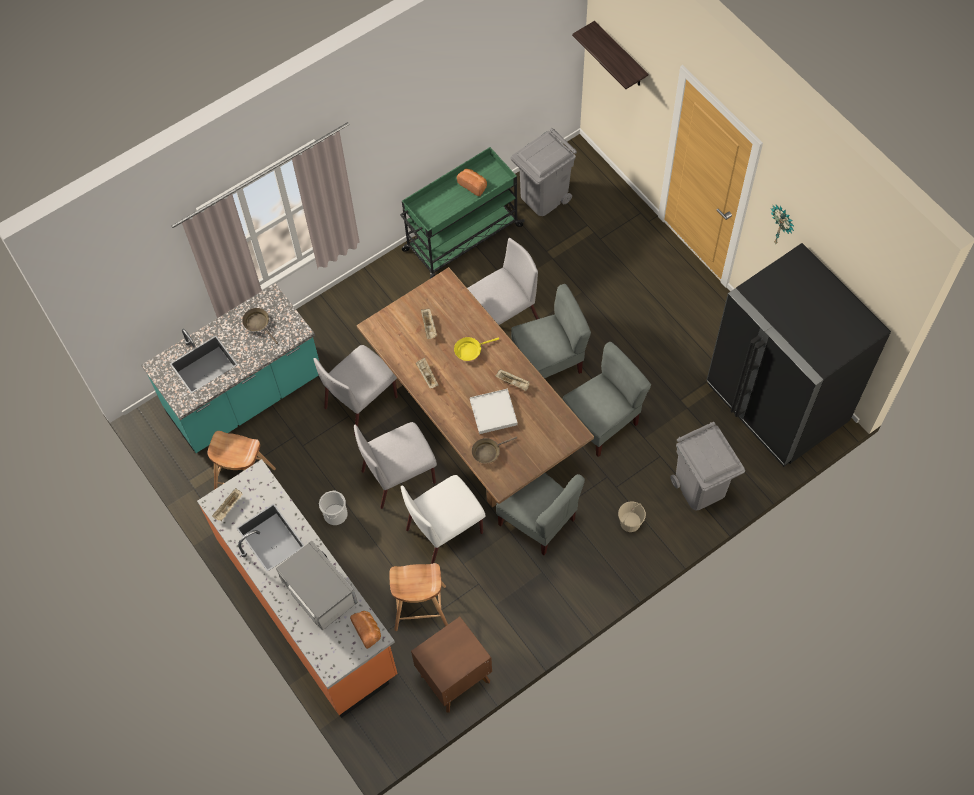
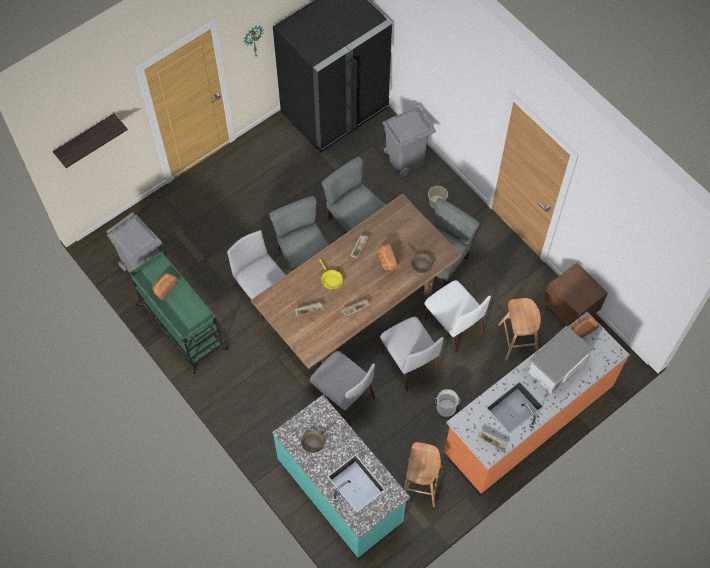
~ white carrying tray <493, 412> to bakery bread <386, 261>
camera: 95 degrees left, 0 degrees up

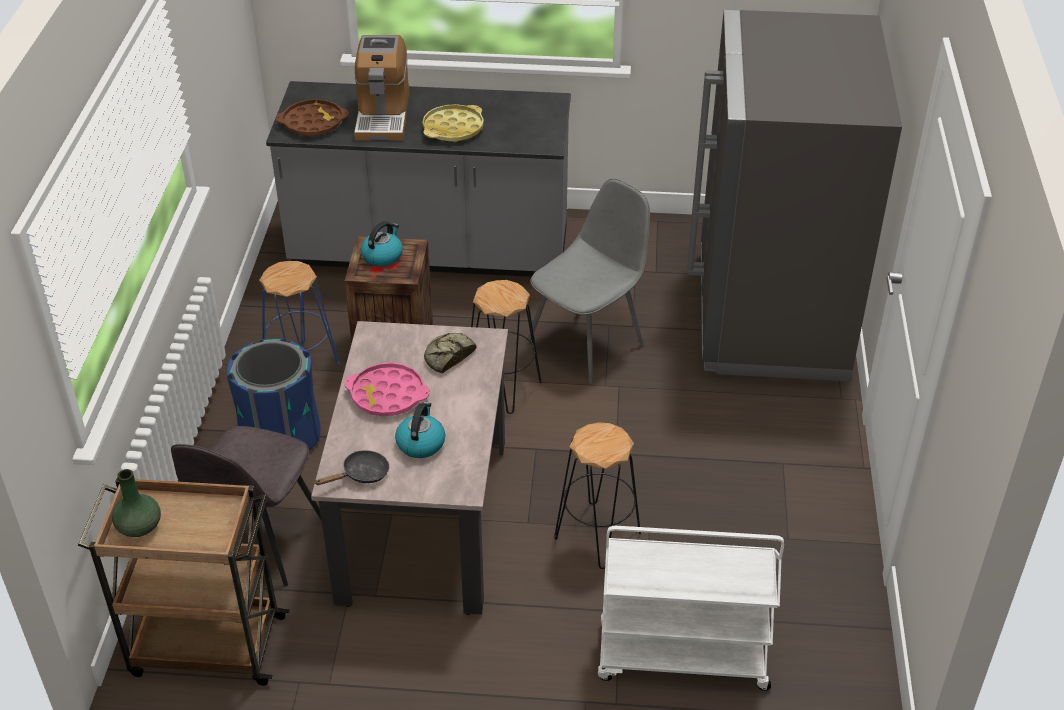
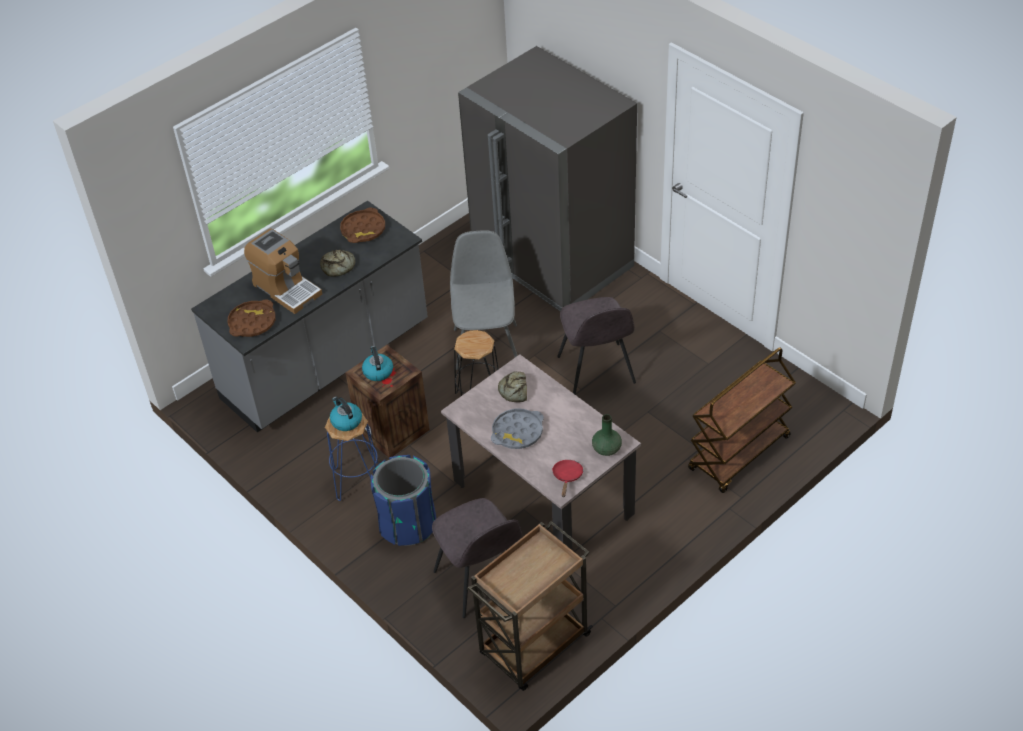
~ yellowish carrying tray <453, 128> to bakery bread <338, 267>
~ tea kettle <420, 443> to <346, 421>
+ brownish carrying tray <363, 229>
~ pinkish carrying tray <387, 395> to greyish carrying tray <517, 432>
~ black-coloured pan <361, 474> to red-coloured pan <567, 477>
+ greyish plain chair <596, 371>
~ greenish flower vase <140, 527> to <607, 448>
~ white trolley <681, 658> to brownish trolley <739, 454>
- black-coloured stool <598, 535>
camera: 45 degrees left, 5 degrees up

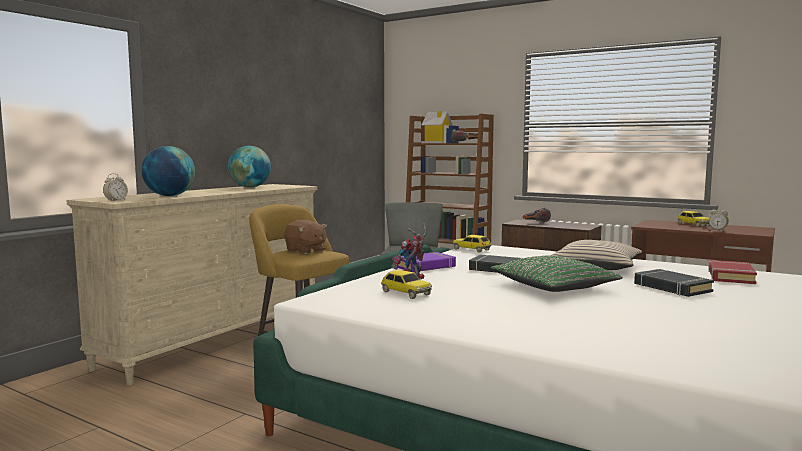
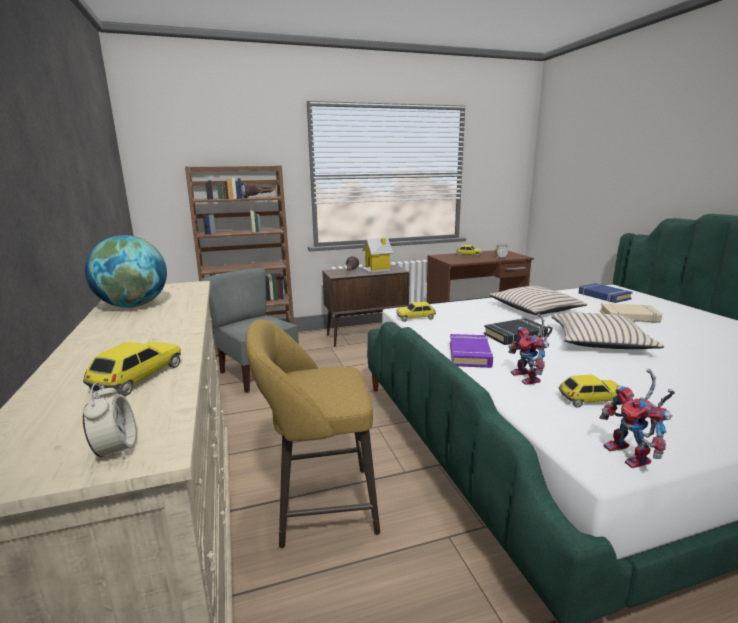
~ globe <169, 196> to model car <137, 378>
~ toy house <436, 143> to <377, 269>
~ greenish cushion <553, 286> to beige-coloured cushion <599, 341>
~ red-coloured book <730, 277> to blue-coloured book <603, 296>
~ black-coloured book <671, 288> to beige-coloured book <629, 317>
+ toy robot <632, 457>
- brownish soft toy <305, 251>
camera: 50 degrees left, 10 degrees up

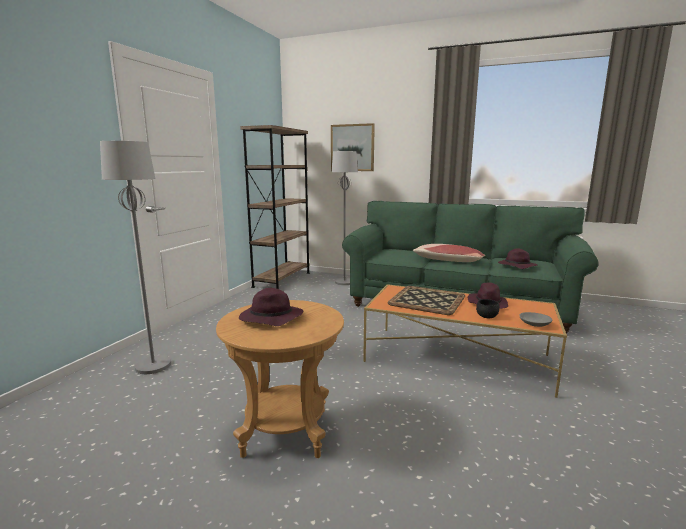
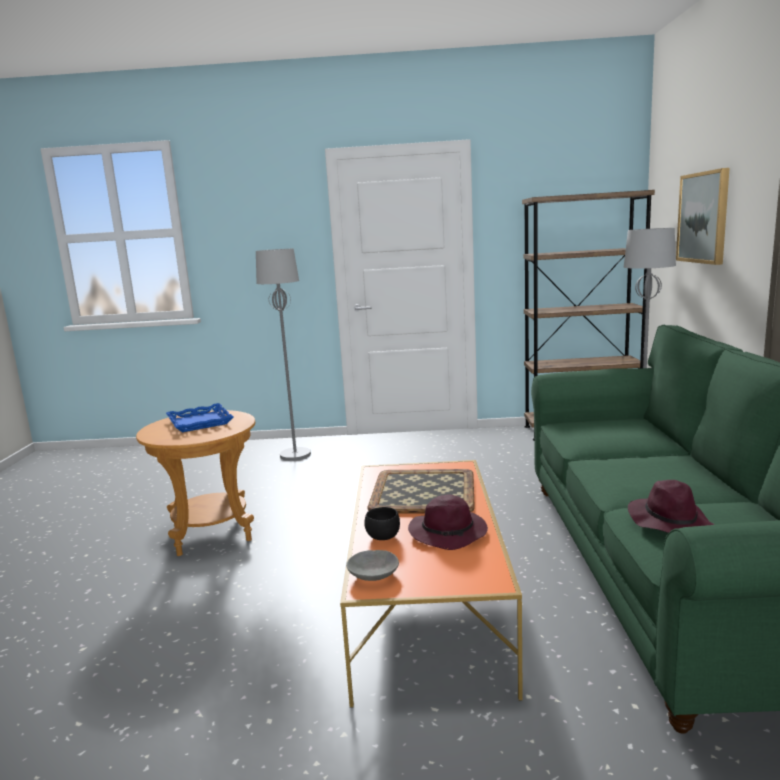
~ purplish wearable hat <270, 318> to blue-coloured carrying tray <199, 422>
- cushion <447, 261>
camera: 70 degrees right, 0 degrees up

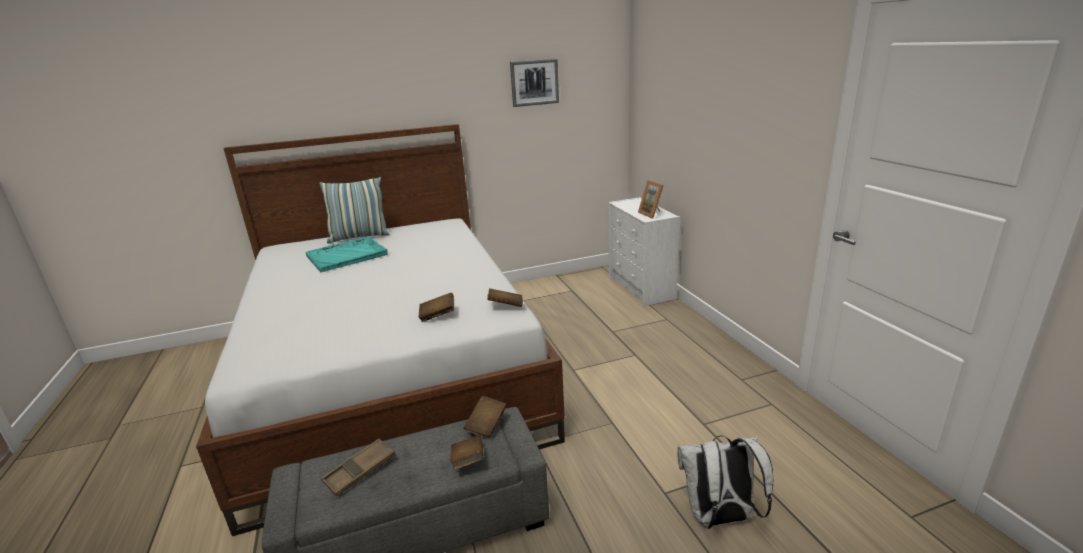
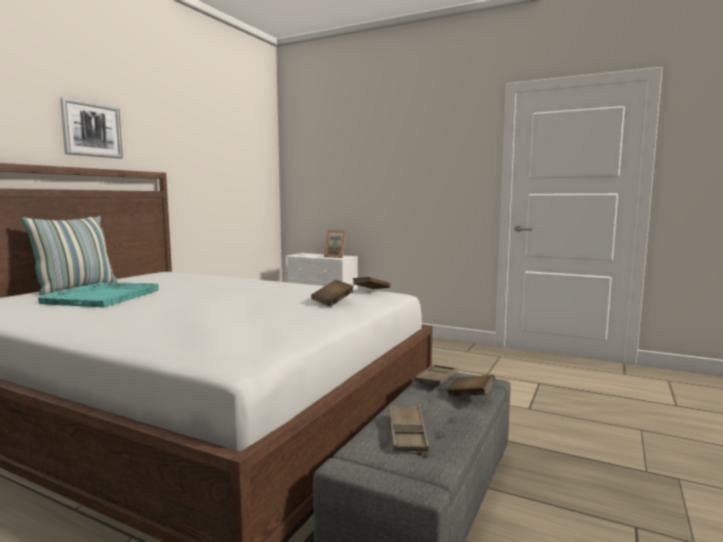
~ picture <534, 82> to <91, 130>
~ brownish book <486, 425> to brownish carrying tray <436, 379>
- white rucksack <719, 518>
camera: 45 degrees left, 15 degrees down

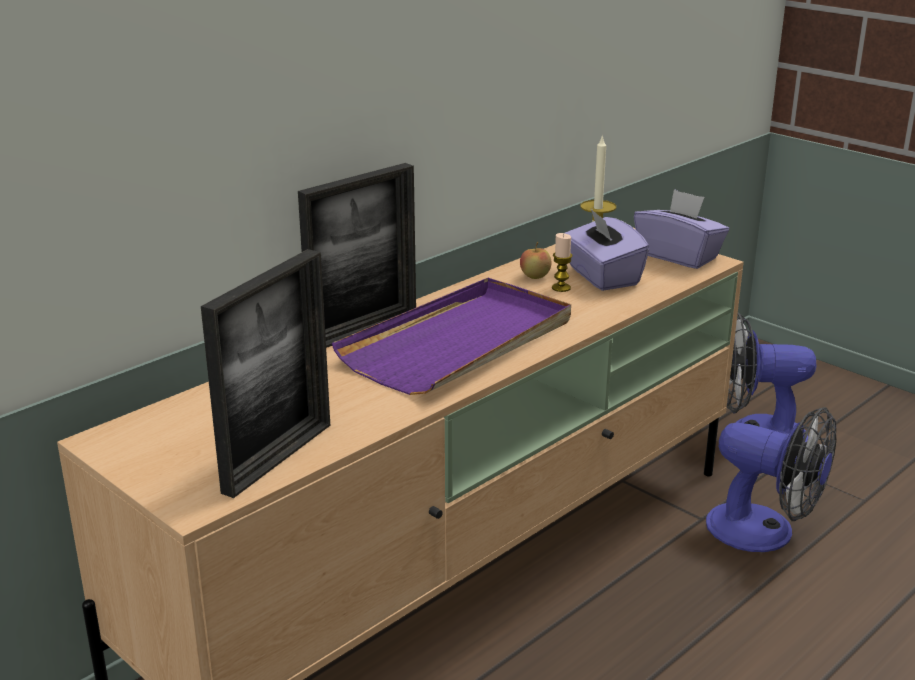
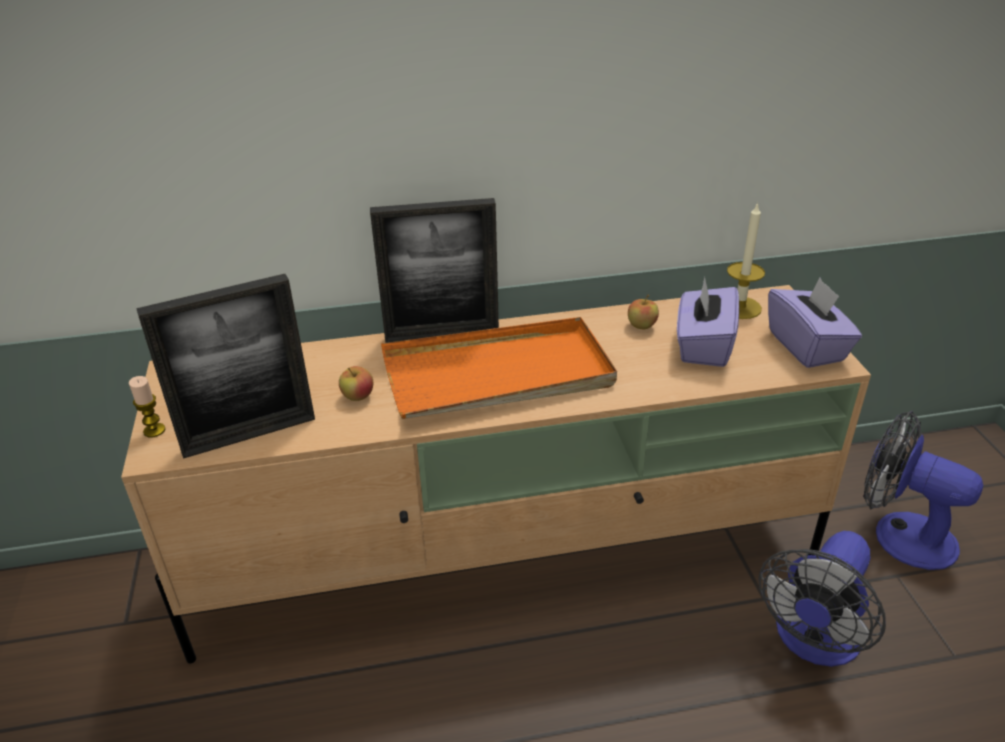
~ wax candle <561, 288> to <154, 430>
+ whole apple <358, 396>
~ purplish carrying tray <460, 343> to orangey carrying tray <498, 375>
~ electric fan <765, 532> = <813, 641> 60 degrees clockwise
camera: 35 degrees right, 10 degrees up

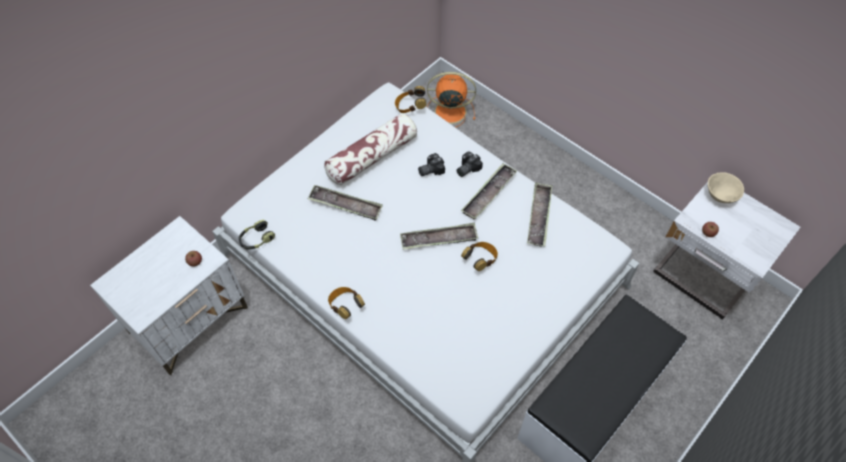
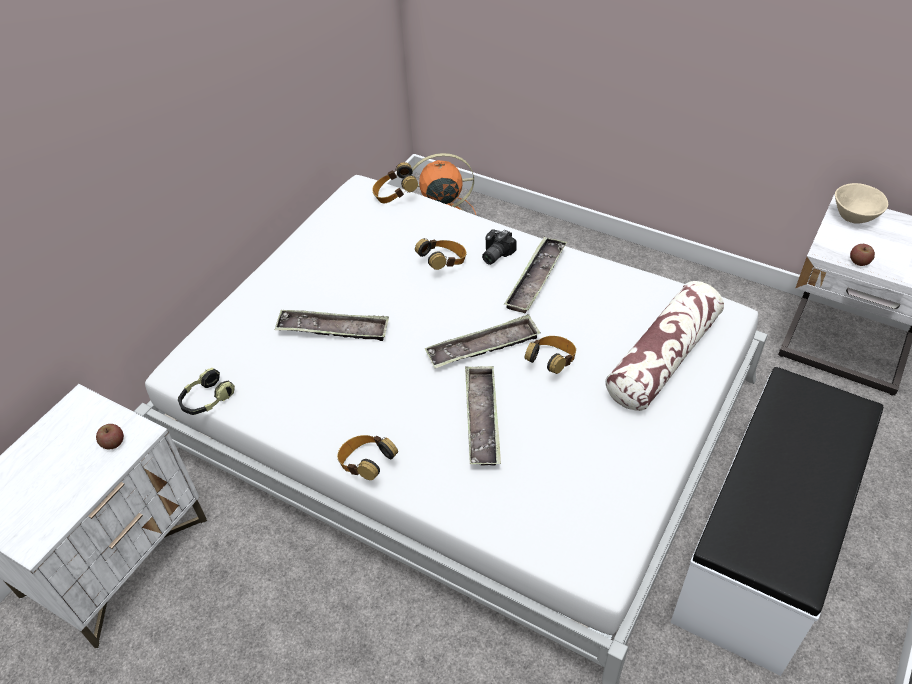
~ still camera <430, 169> to headset <444, 264>
~ carrying tray <539, 217> to <482, 419>
~ cushion <372, 157> to <663, 358>
camera: 10 degrees left, 10 degrees down

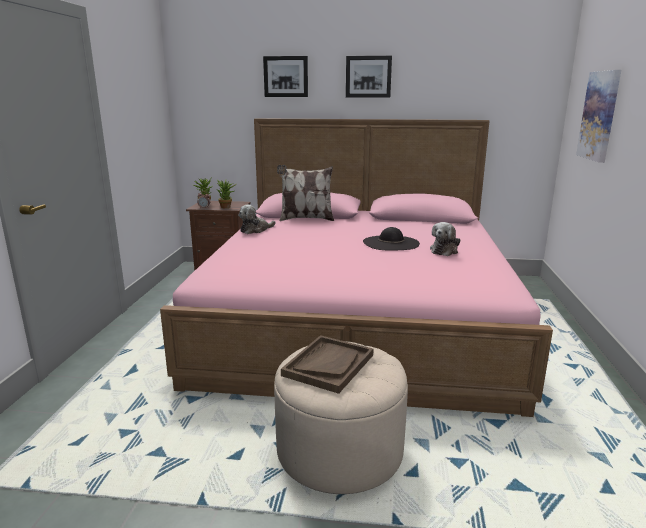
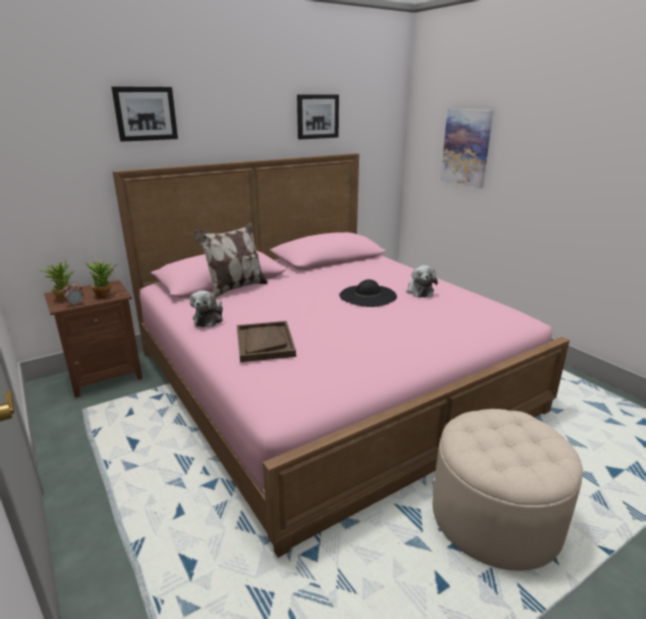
~ brownish carrying tray <328, 365> to <264, 343>
~ picture <368, 77> to <317, 116>
camera: 40 degrees left, 5 degrees up

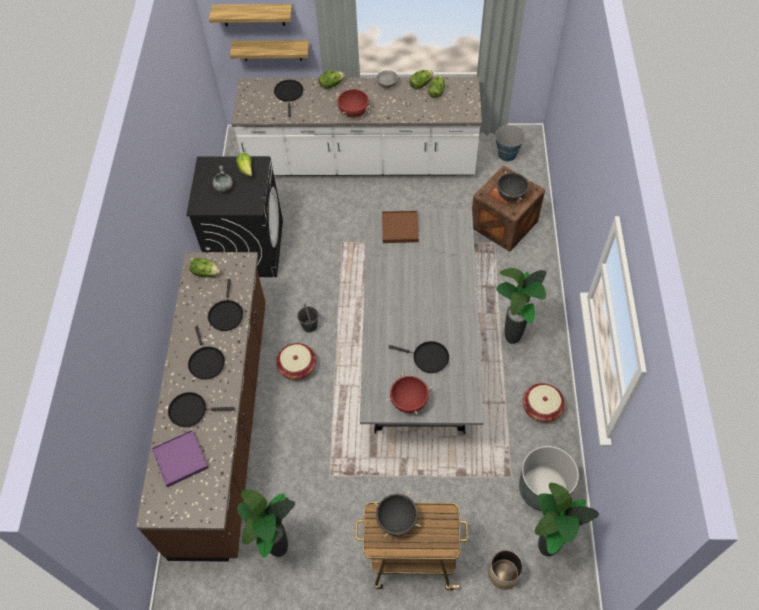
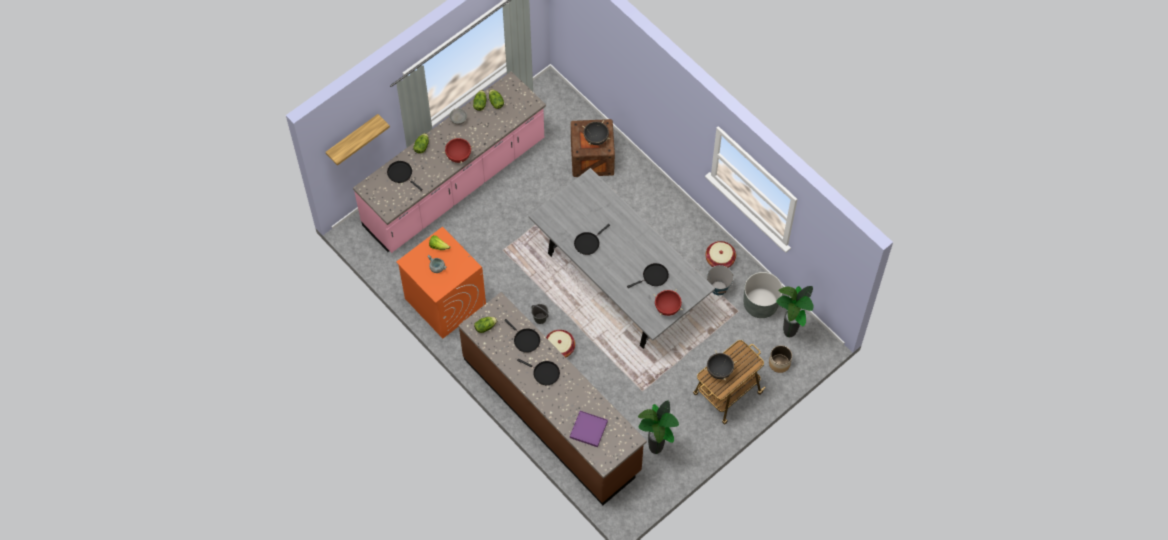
~ white counter <361, 162> to pinkish counter <455, 184>
~ black-coloured washing machine <247, 248> to orangey washing machine <444, 301>
~ black-coloured pan <191, 410> to <588, 243>
~ pail <507, 154> to <718, 288>
- shelf <272, 50>
- brownish carrying tray <400, 228>
- houseplant <512, 340>
camera: 45 degrees left, 5 degrees up

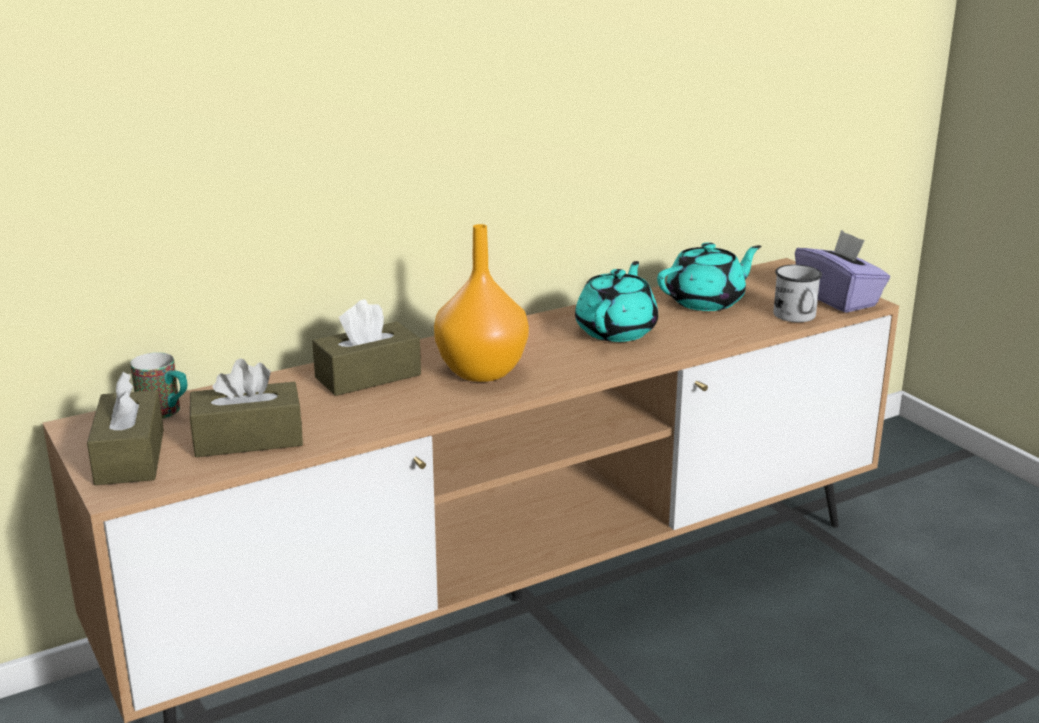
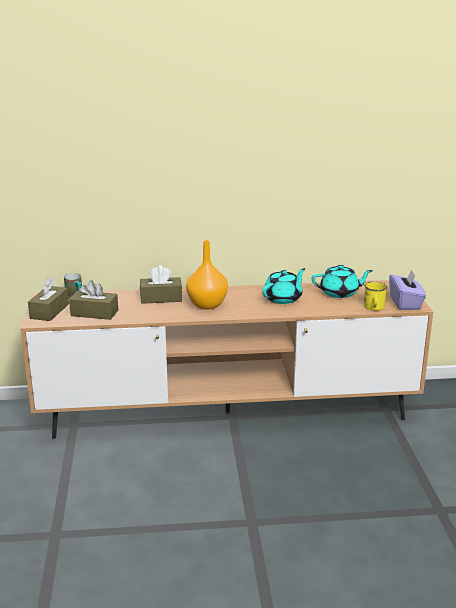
~ white mug <798, 317> to yellowish mug <374, 308>
camera: 25 degrees right, 0 degrees up

